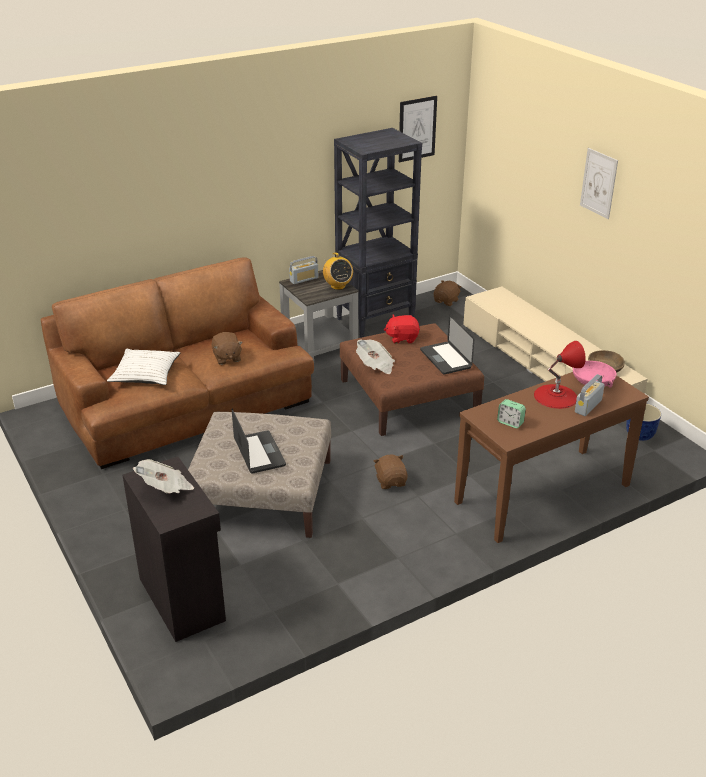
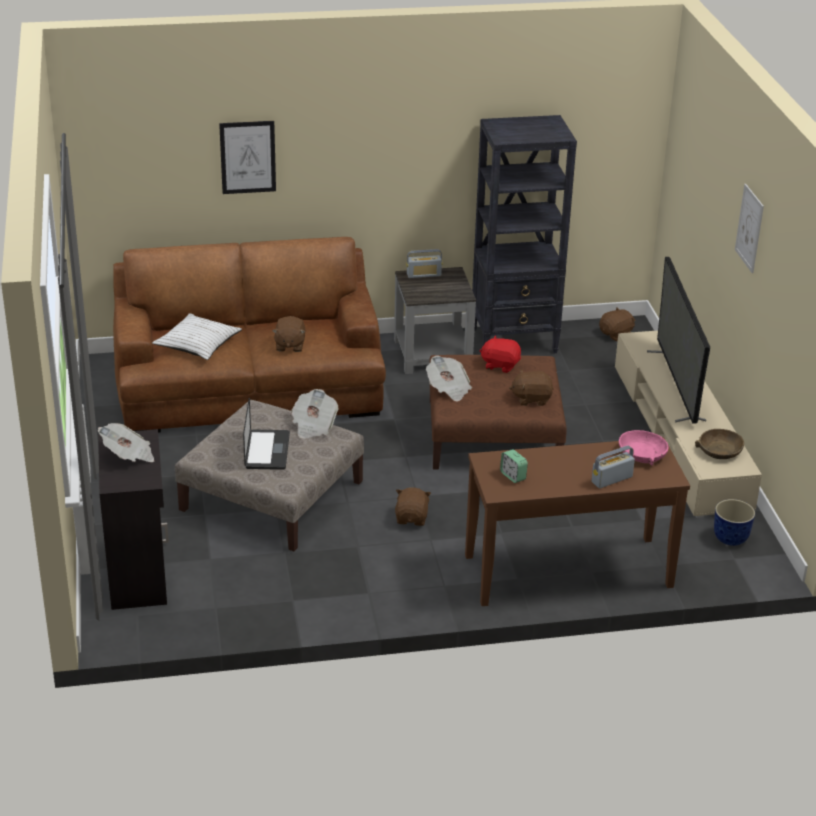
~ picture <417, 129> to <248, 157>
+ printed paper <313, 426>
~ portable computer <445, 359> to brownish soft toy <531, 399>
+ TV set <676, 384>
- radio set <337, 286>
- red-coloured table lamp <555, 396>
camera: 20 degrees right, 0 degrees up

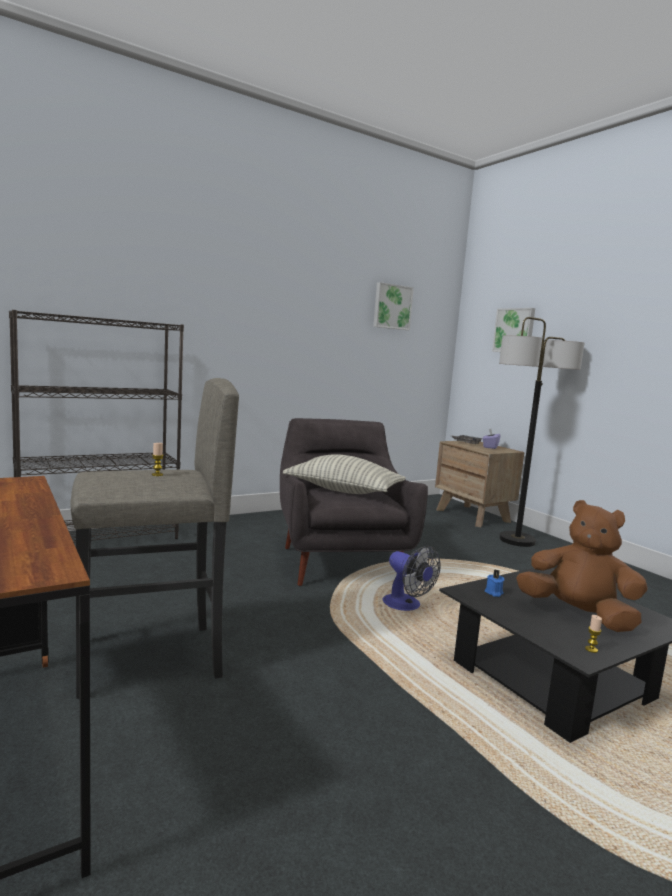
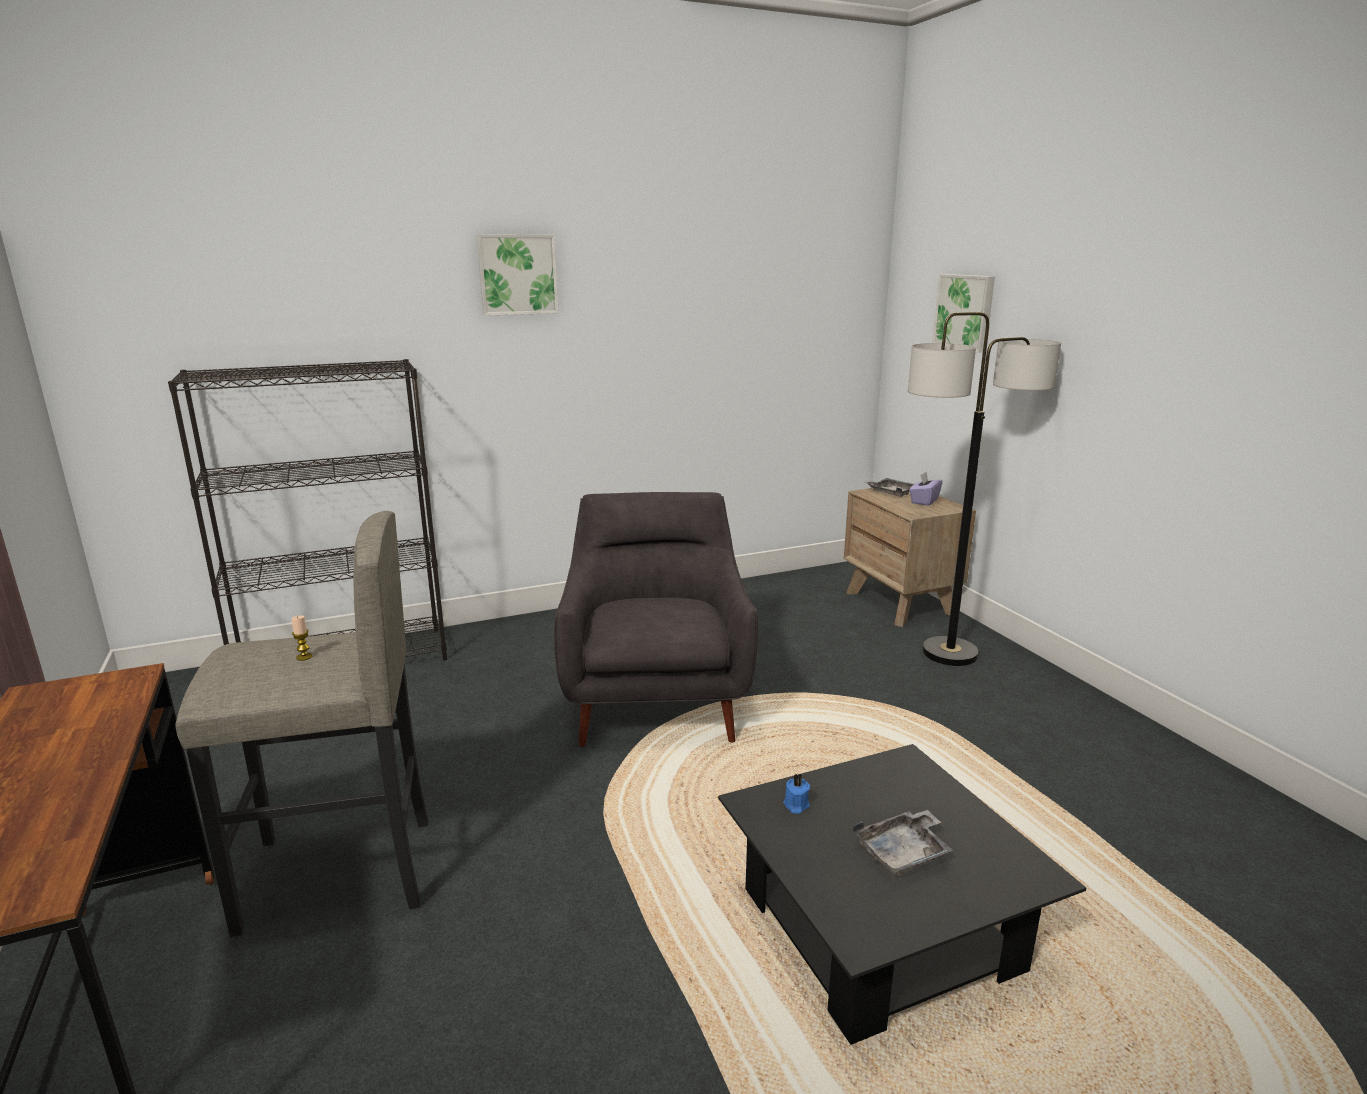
~ picture <392, 307> to <517, 274>
~ brownish soft toy <578, 615> to greyish carrying tray <903, 853>
- cushion <343, 491>
- electric fan <406, 606>
- wax candle <591, 649>
camera: 10 degrees right, 10 degrees up

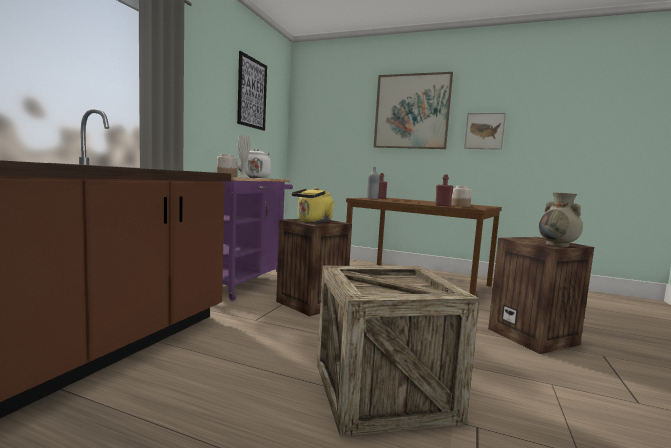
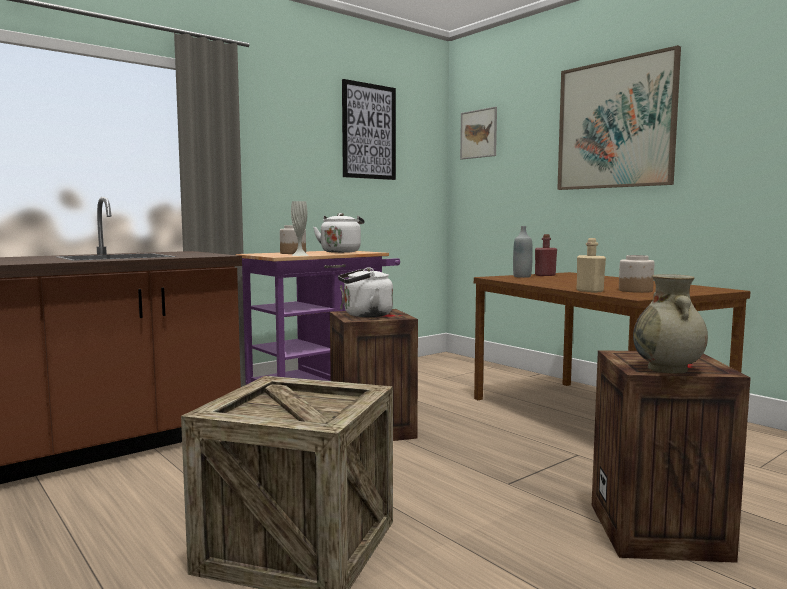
~ yellowish tea kettle <313, 221> to white tea kettle <365, 315>
~ picture <484, 131> to <478, 134>
~ red-coloured bottle <442, 205> to beige-coloured bottle <589, 291>
camera: 30 degrees right, 0 degrees up

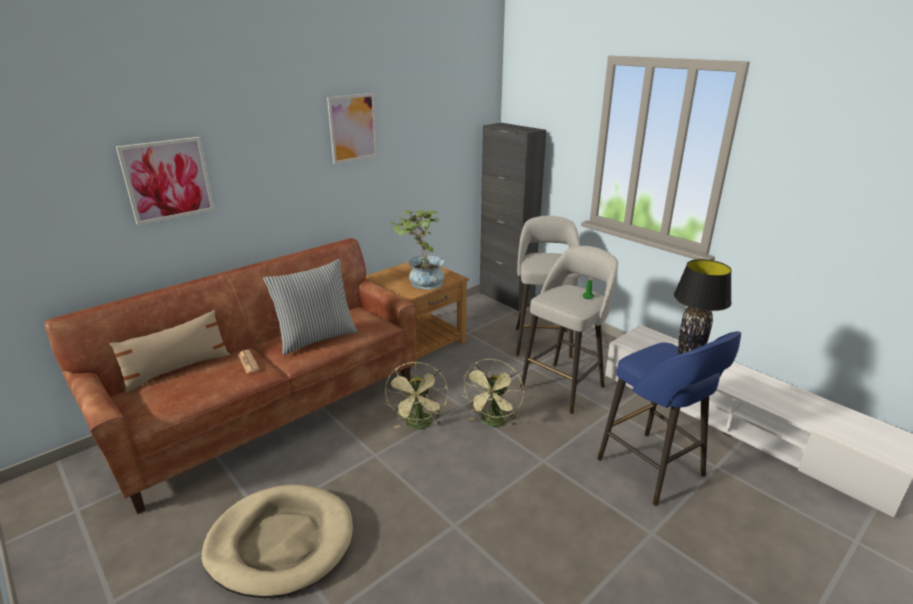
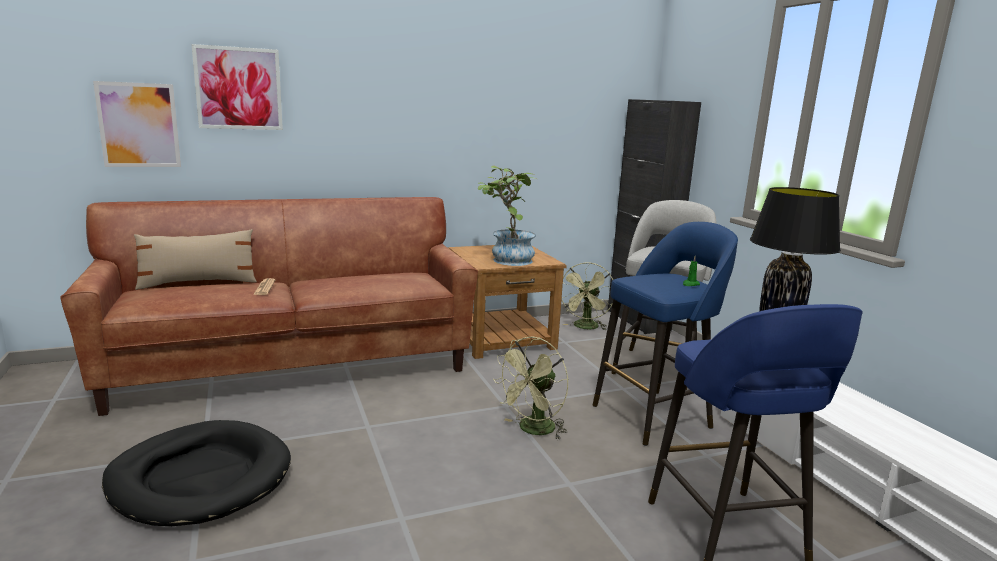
~ picture <353, 128> to <139, 125>
~ beige-coloured dog cushion <281, 542> to black-coloured dog cushion <200, 478>
~ greenish electric fan <419, 426> to <585, 327>
~ greyish stool <564, 386> to blue-coloured stool <654, 416>
- cushion <316, 338>
camera: 20 degrees right, 10 degrees down

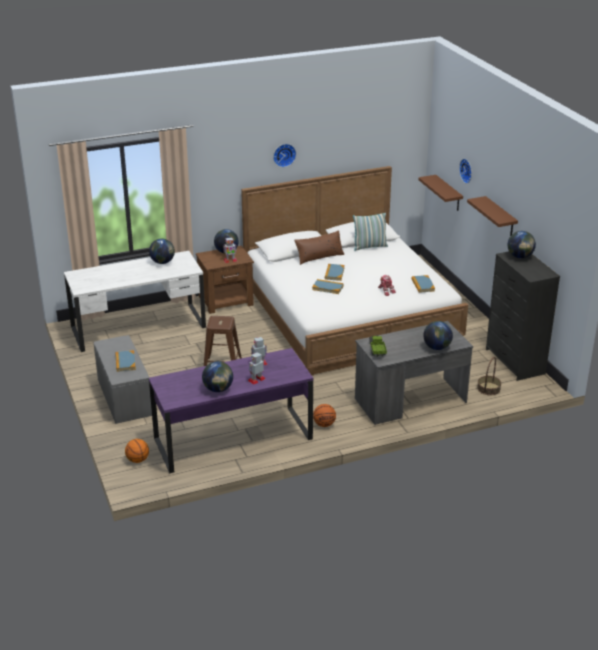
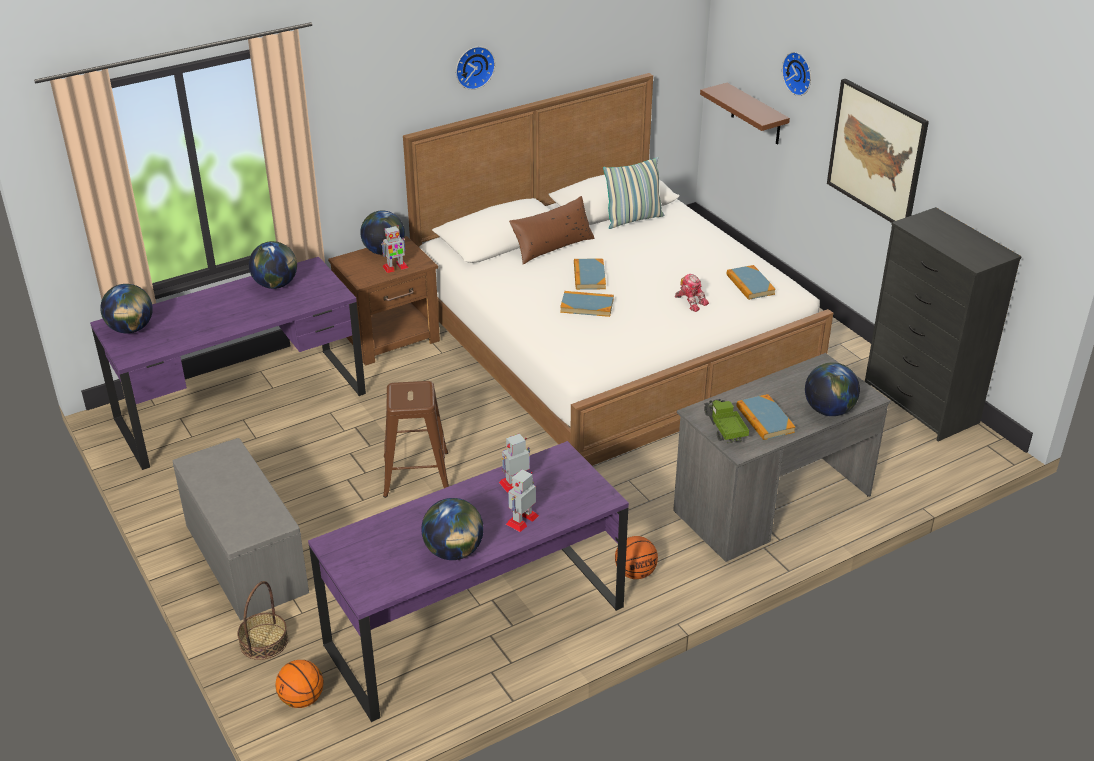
~ white desk table <138, 327> to purplish desk table <241, 406>
~ globe <520, 256> to <131, 329>
~ storage basket <488, 388> to <264, 641>
~ book <125, 362> to <765, 419>
~ brownish shelf <500, 217> to picture <877, 153>
camera: 10 degrees left, 5 degrees up

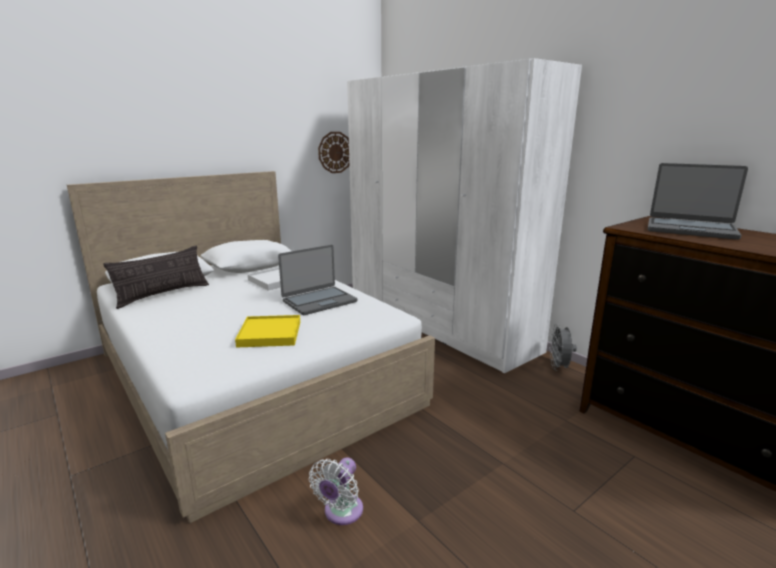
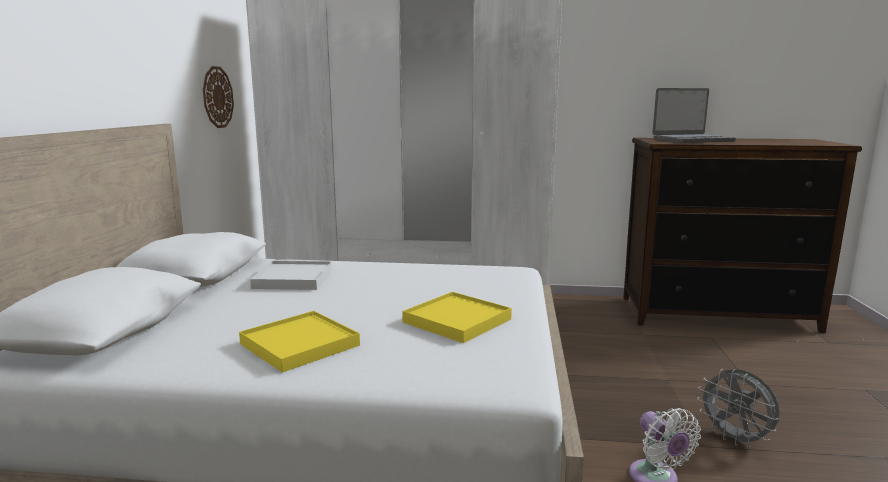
+ yellowish carrying tray <299, 345>
~ greyish electric fan <559, 367> to <735, 439>
- cushion <163, 294>
- portable computer <319, 301>
camera: 45 degrees left, 5 degrees down

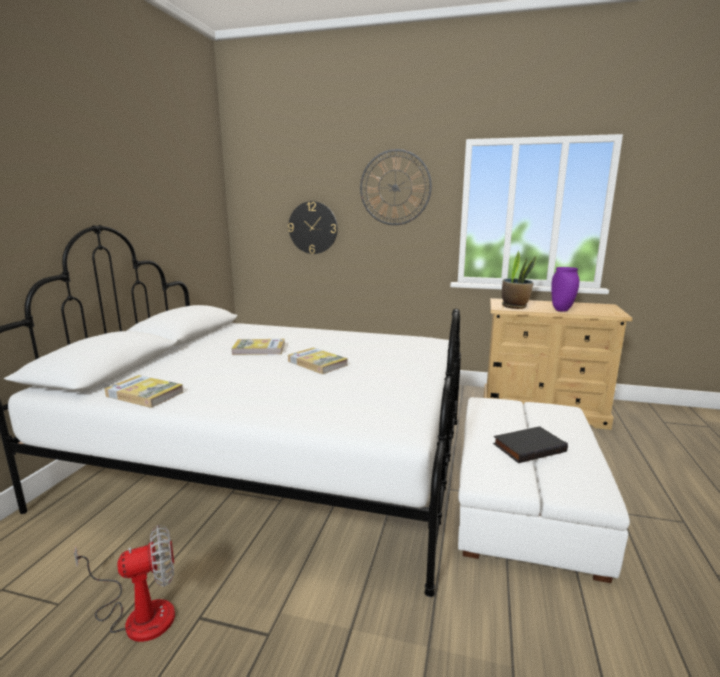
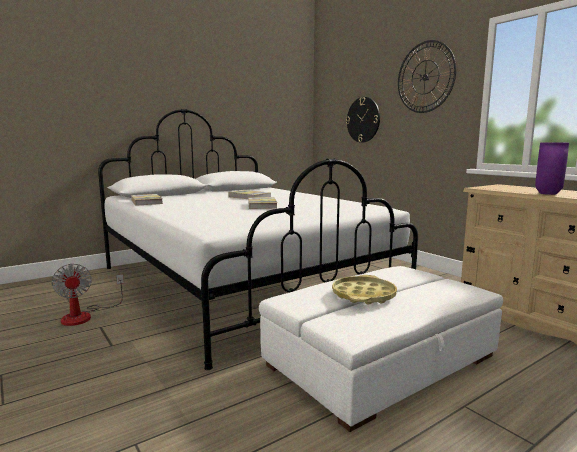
~ electric fan <138, 613> = <85, 315> 45 degrees clockwise
~ black-coloured book <528, 447> to yellowish carrying tray <364, 295>
- houseplant <515, 306>
camera: 40 degrees right, 5 degrees down

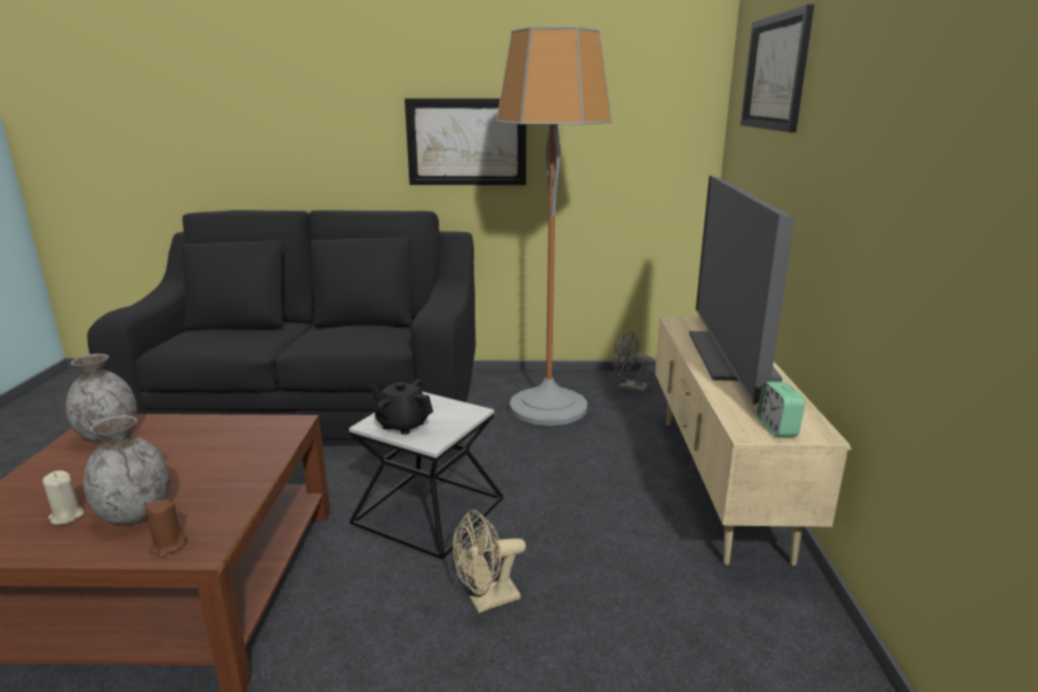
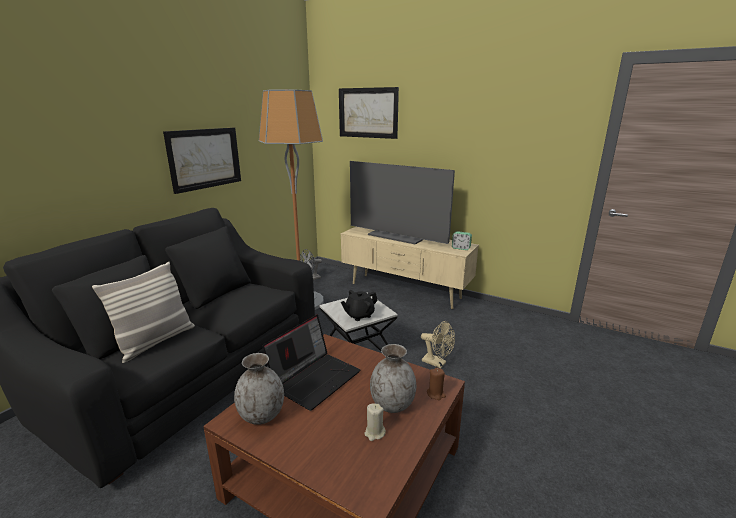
+ cushion <156, 342>
+ portable computer <315, 378>
~ beige-coloured electric fan <486, 601> = <437, 363> 60 degrees counterclockwise
camera: 60 degrees left, 0 degrees up

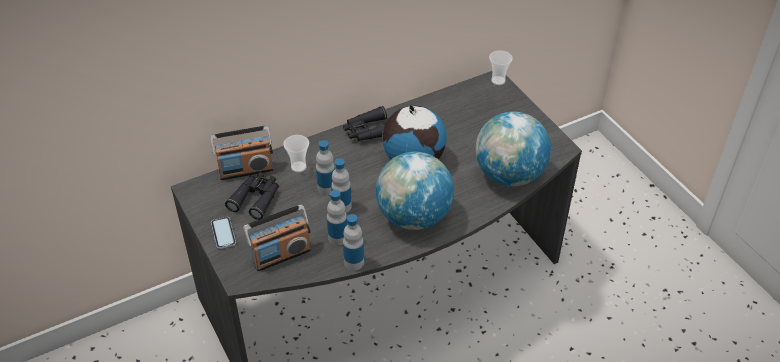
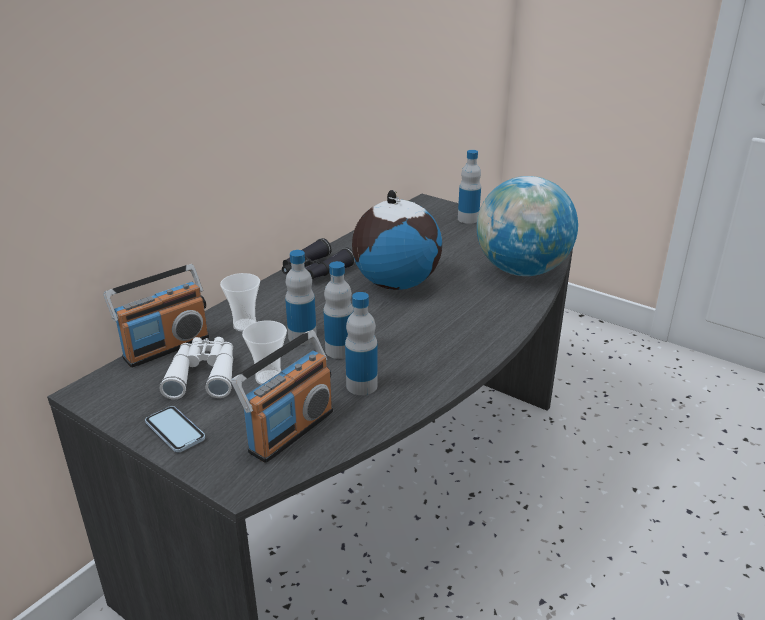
~ black-coloured field glasses <256, 198> to white field glasses <203, 374>
~ cup <498, 80> to <269, 378>
~ bottle <354, 262> to <468, 219>
- globe <413, 217>
camera: 25 degrees left, 15 degrees down

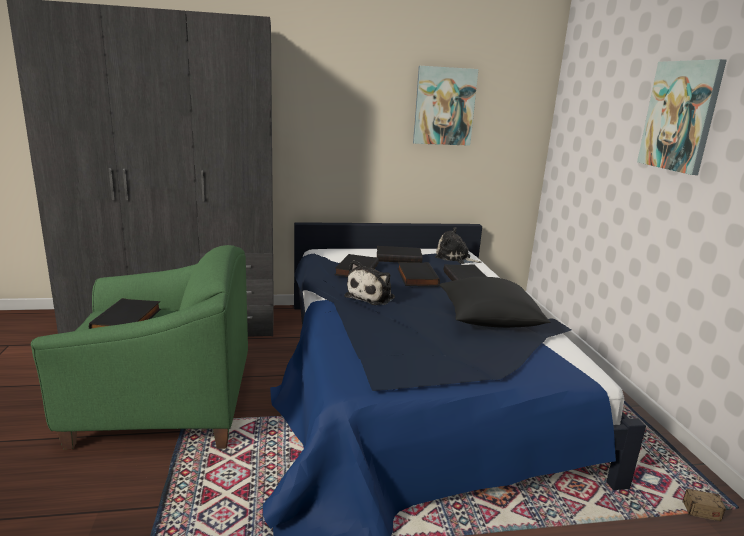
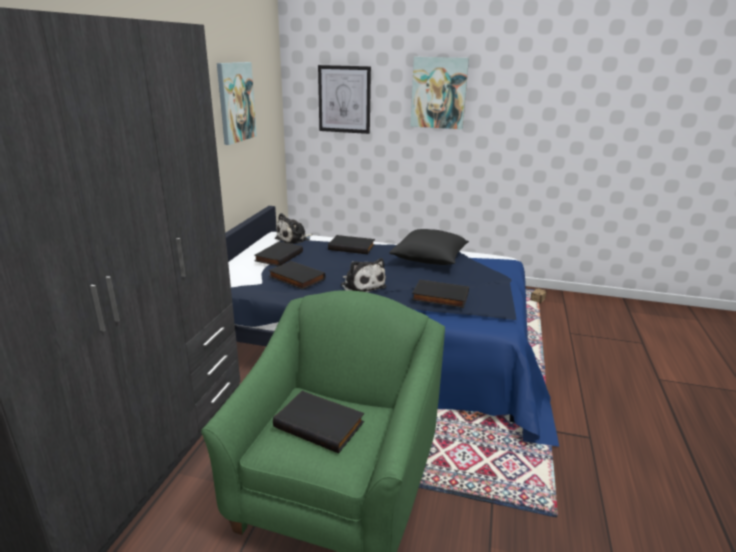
+ picture <344, 99>
~ black-coloured book <416, 277> to <439, 297>
camera: 65 degrees left, 5 degrees up

